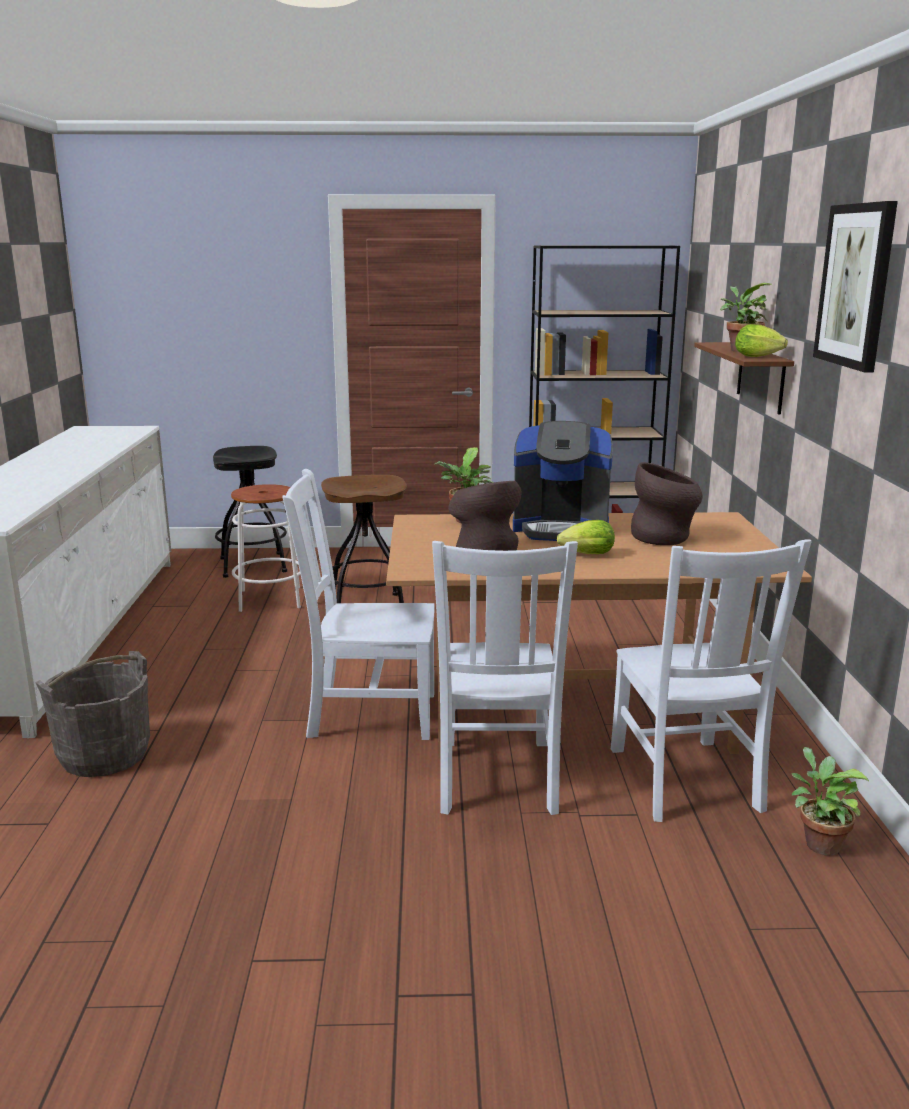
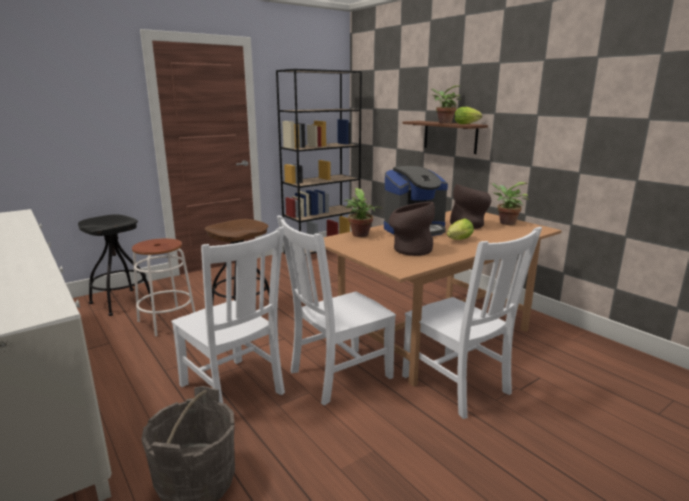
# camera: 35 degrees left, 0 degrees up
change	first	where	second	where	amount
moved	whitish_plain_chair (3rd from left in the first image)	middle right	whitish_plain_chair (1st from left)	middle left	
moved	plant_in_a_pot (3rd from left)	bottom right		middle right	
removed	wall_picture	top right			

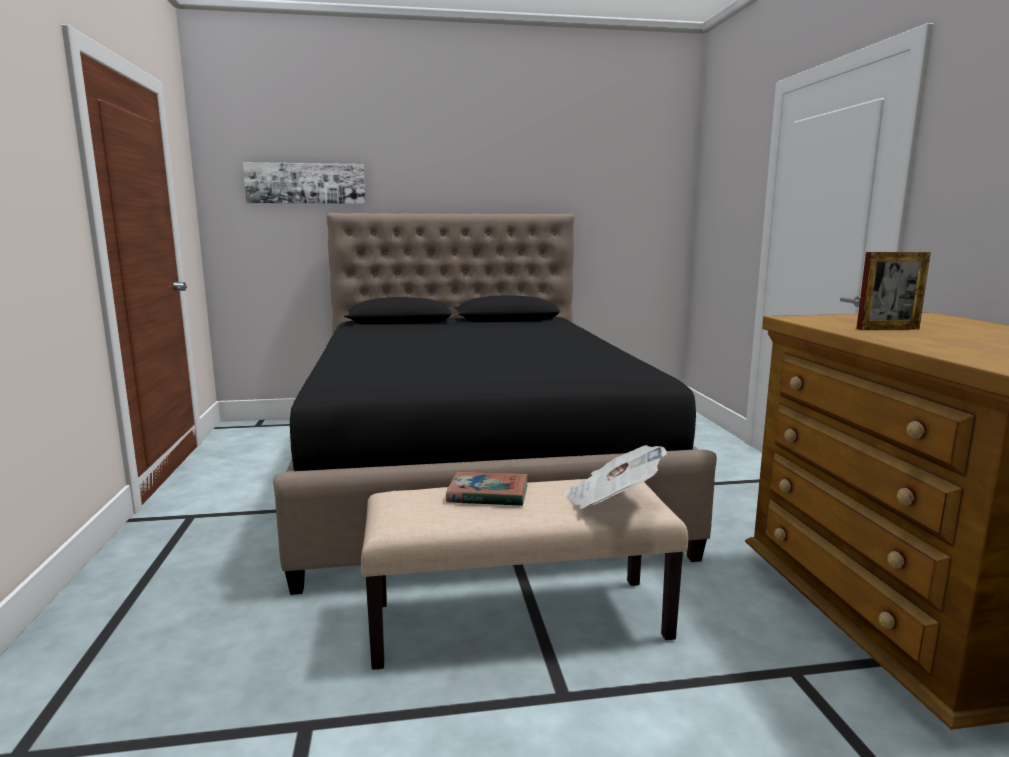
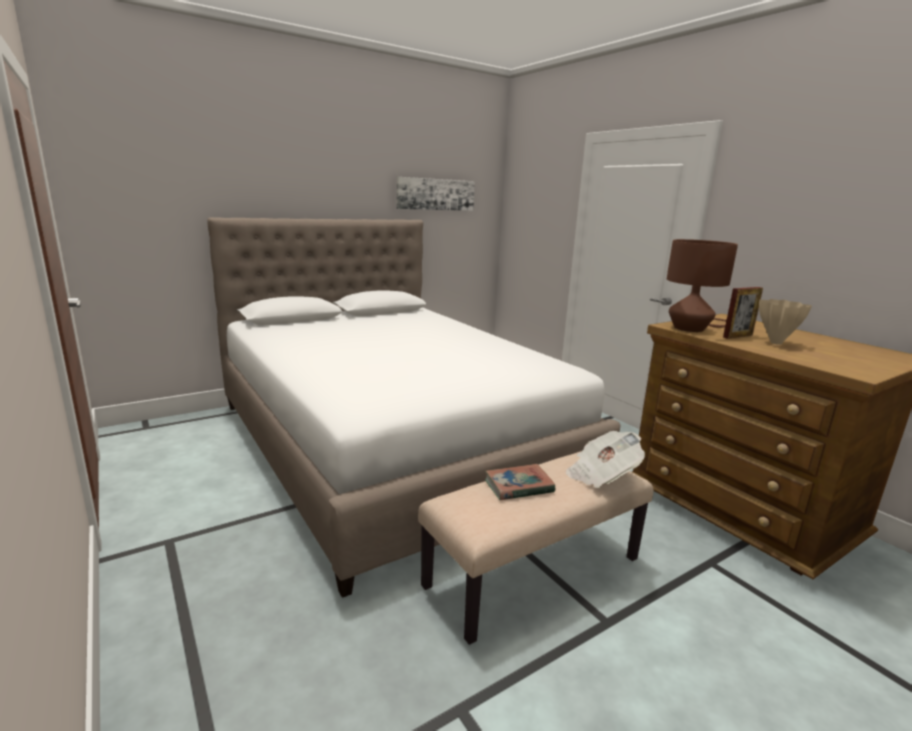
# camera: 25 degrees left, 5 degrees up
change	first	where	second	where	amount
moved	wall_picture	top left		top centre	
recoloured	black_sleeping_bed	centre	whitish_sleeping_bed	centre	
added			brownish_lamp_for_a_table	middle right	
added			sand-coloured_flower_vase	middle right	

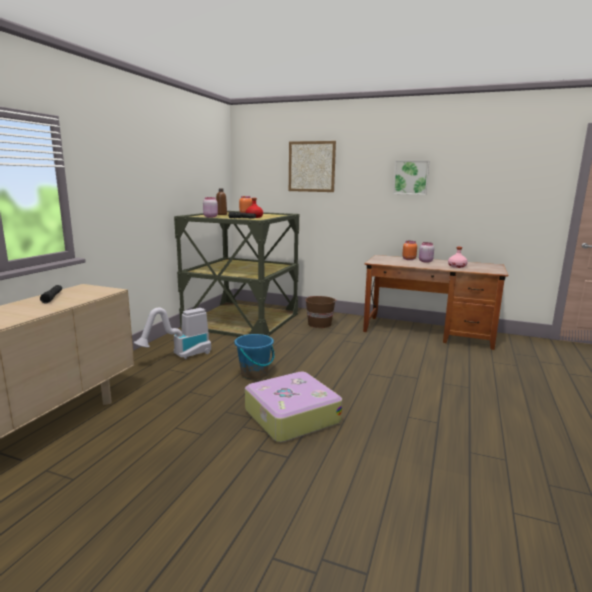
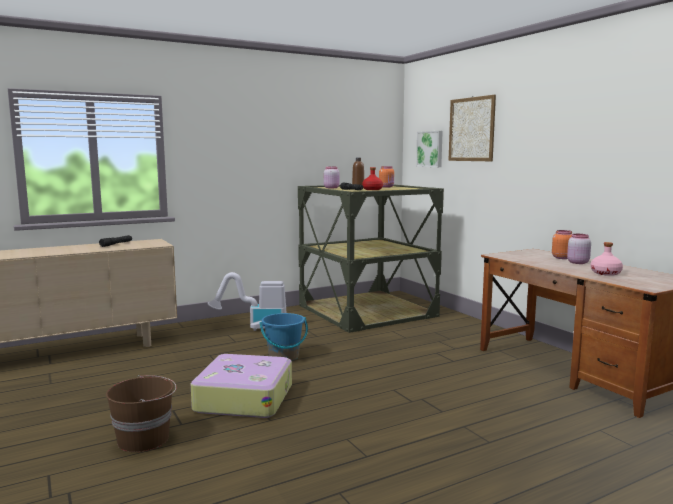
# camera: 40 degrees right, 5 degrees down
change	first	where	second	where	amount
moved	brownish_pail	centre		bottom left	
moved	wall_picture (2nd from left in the first image)	top right	wall_picture (1st from left)	top centre	

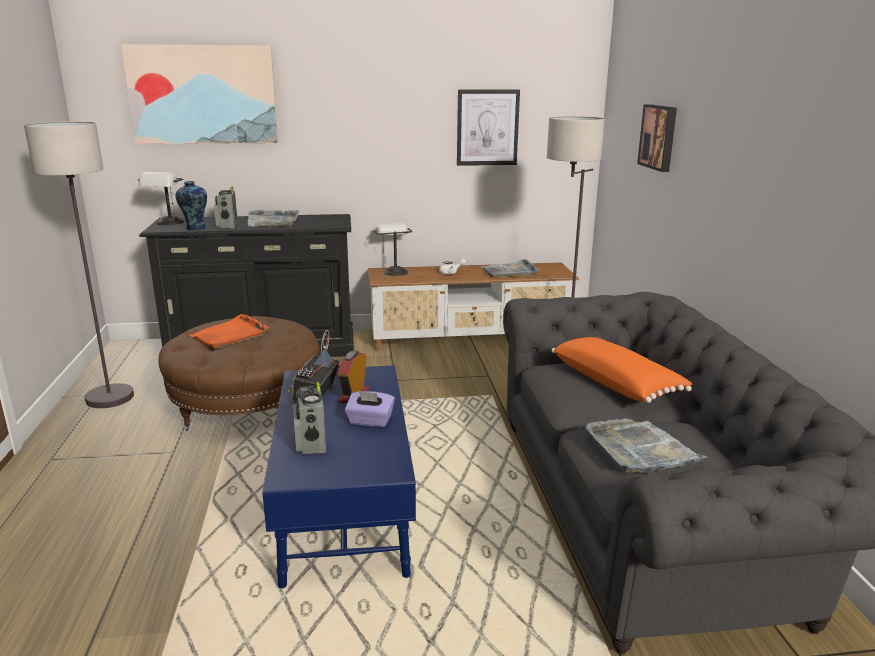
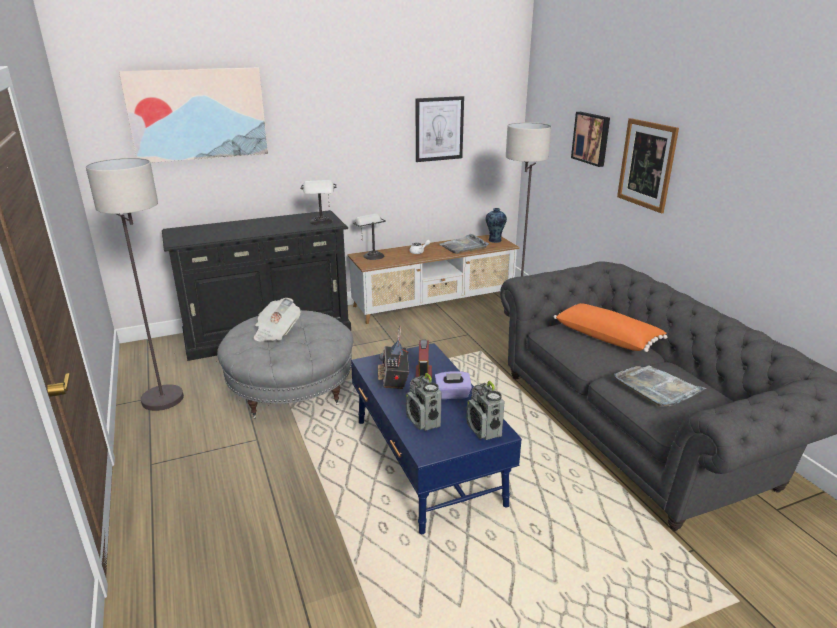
# camera: 15 degrees left, 5 degrees up
change	first	where	second	where	amount
moved	lamp_for_a_table (1st from left)	top left		top centre	
recoloured	brownish_pouffe	middle left	grey_pouffe	centre	
moved	flower_vase	top left		centre	
replaced	orangey_serving_tray	middle left	newspaper	middle left	
moved	radio_set (1st from left in the first image)	top left	radio_set (3rd from left)	centre	
removed	grey_serving_tray (1st from left)	top left			
added			wall_picture (4th from left)	top right	

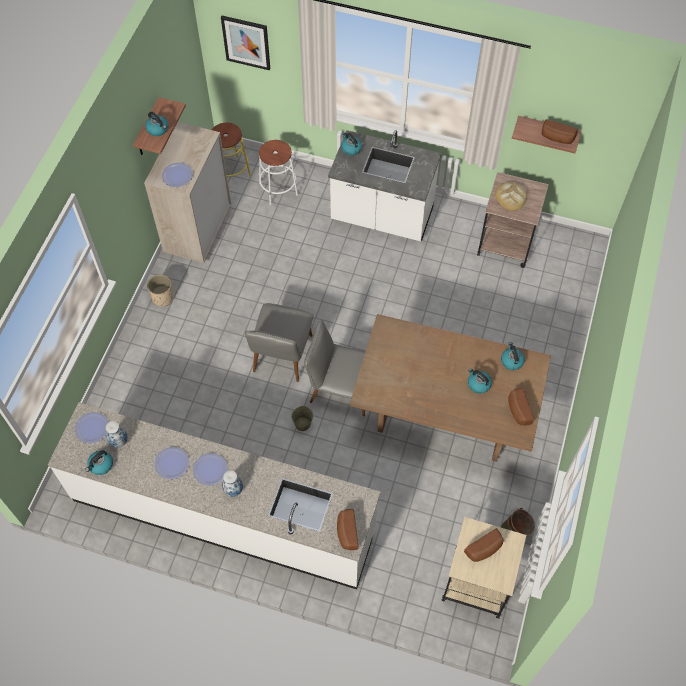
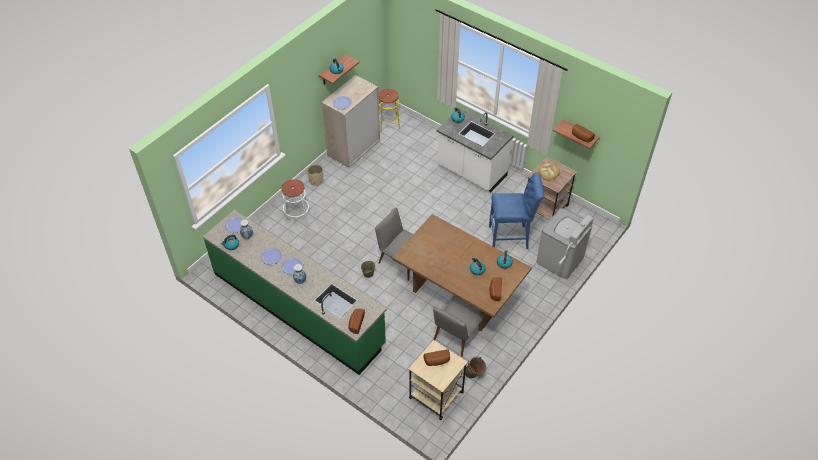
# camera: 20 degrees right, 10 degrees down
change	first	where	second	where	amount
recoloured	whitish_kitchen_counter (1st from left)	bottom left	green-coloured_kitchen_counter	centre	
removed	wall_picture	top centre			
moved	grey_plain_chair (1st from left in the first image)	centre	grey_plain_chair (2nd from left)	bottom centre	
moved	whitish_stool	top centre		centre	
added			bluish_stool	centre	
added			grey_washing_machine	middle right	

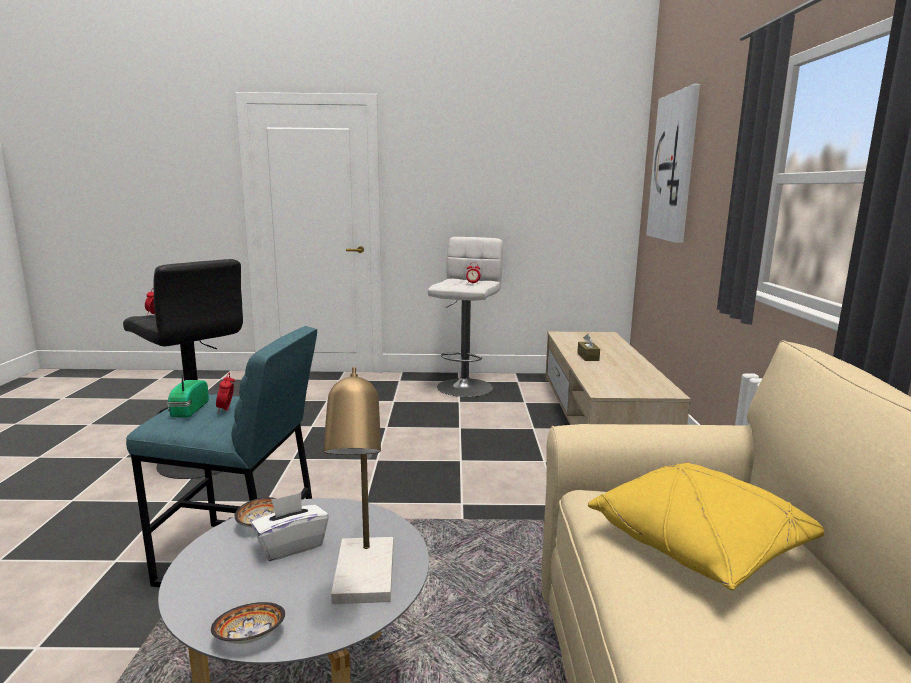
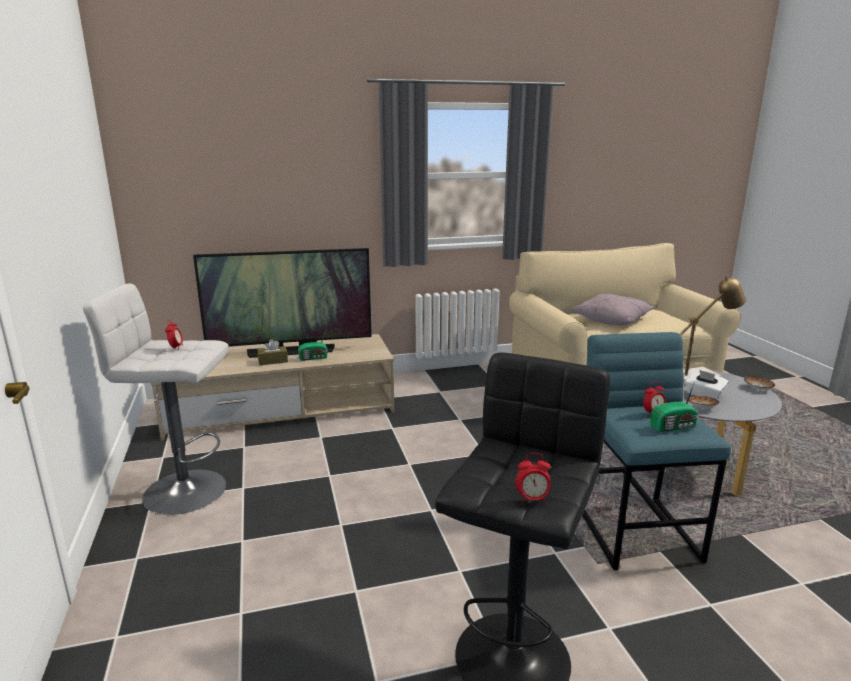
# camera: 105 degrees left, 5 degrees up
change	first	where	second	where	amount
recoloured	yellow_cushion	bottom right	purple-coloured_cushion	middle right	
removed	wall_picture	top right			
added			television	middle left	
added			radio_set (1st from left)	centre	

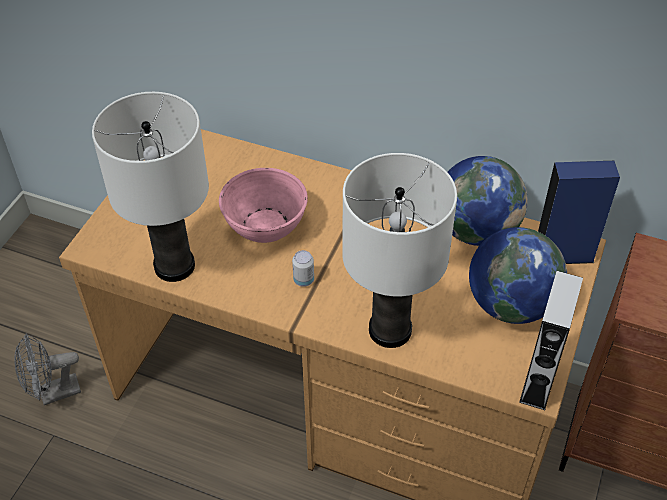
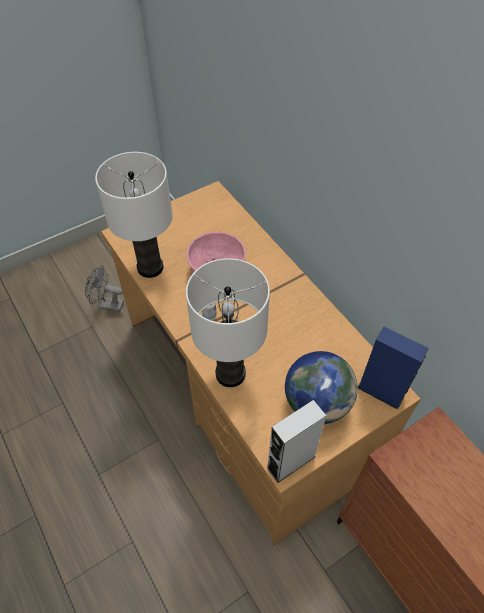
# camera: 35 degrees right, 5 degrees up
change	first	where	second	where	amount
removed	desk_globe (1st from left)	middle right			

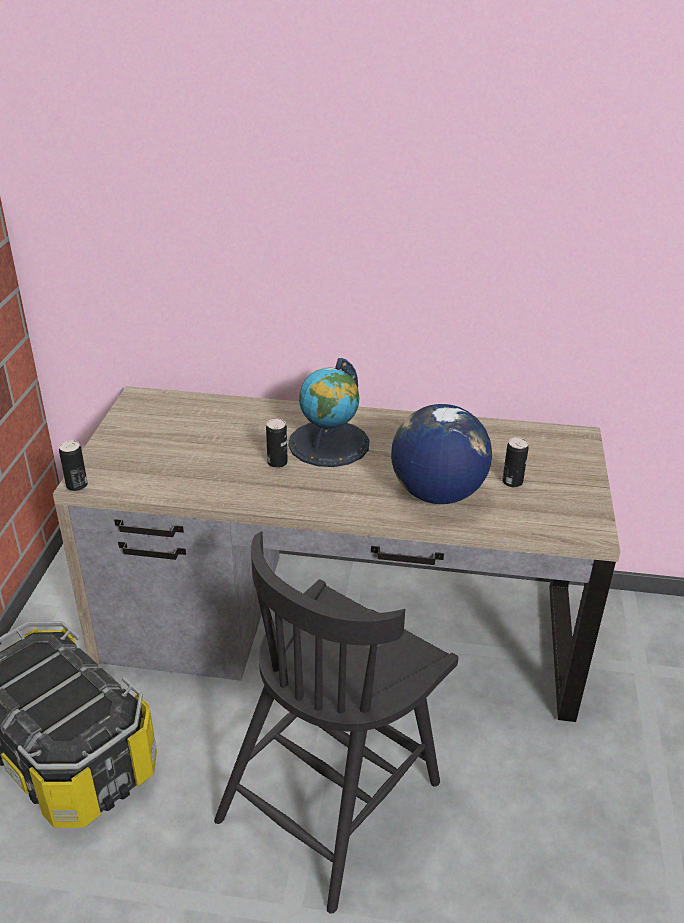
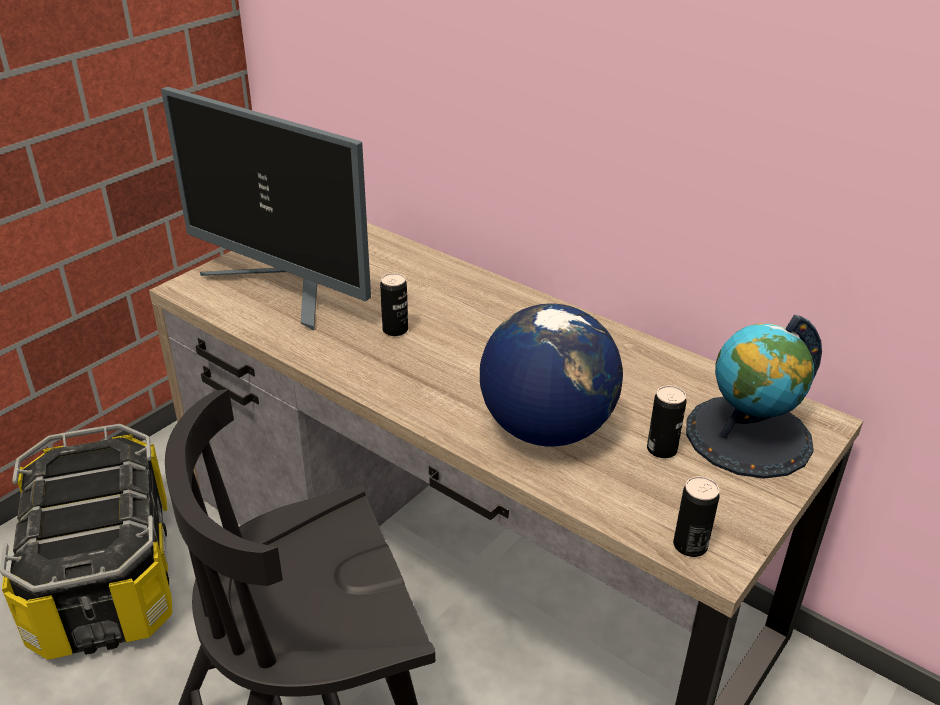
# camera: 30 degrees right, 0 degrees up
change	first	where	second	where	amount
moved	metal_can (1st from left in the first image)	middle left	metal_can (3rd from left)	bottom right	
moved	desk_globe (1st from left in the first image)	centre	desk_globe (2nd from left)	middle right	
added			monitor	top left	

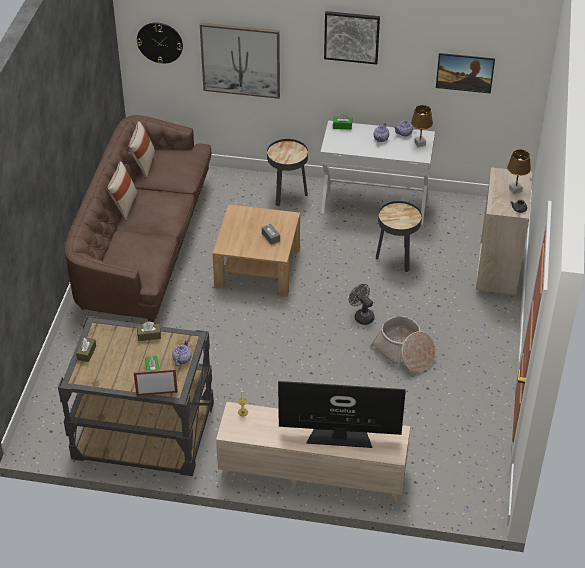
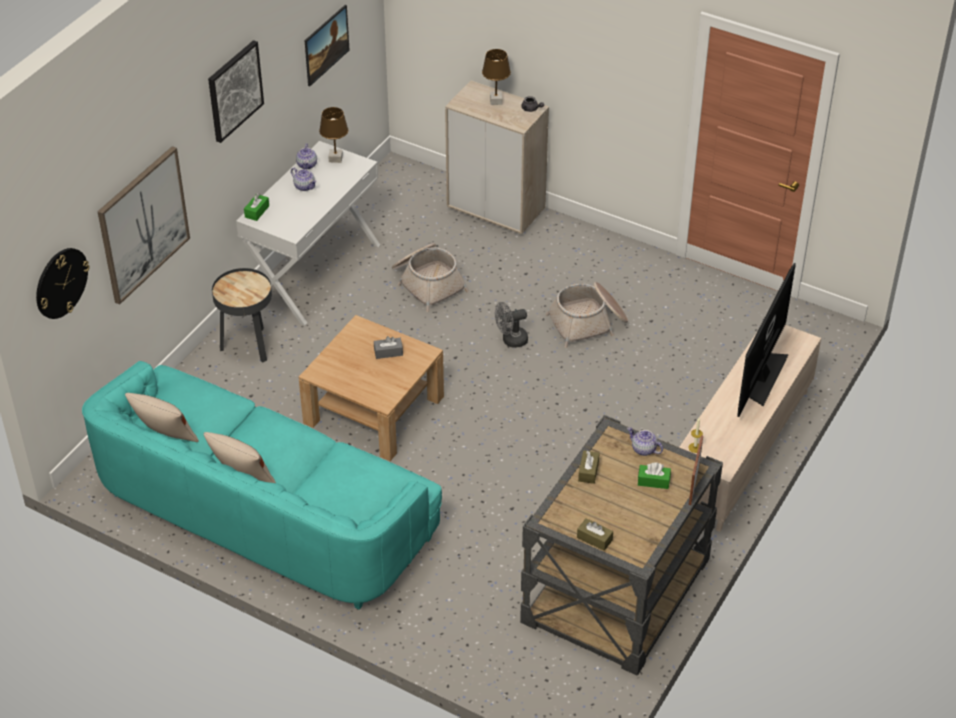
# camera: 70 degrees left, 0 degrees up
change	first	where	second	where	amount
recoloured	brownish_couch	middle left	turquoise-coloured_couch	bottom left	
replaced	black_end_table (2nd from left)	middle right	storage_basket (1st from left)	centre	

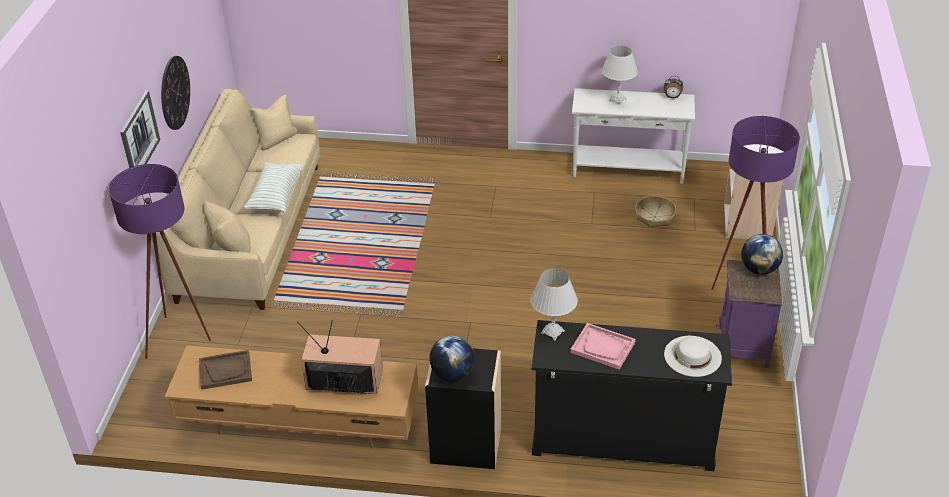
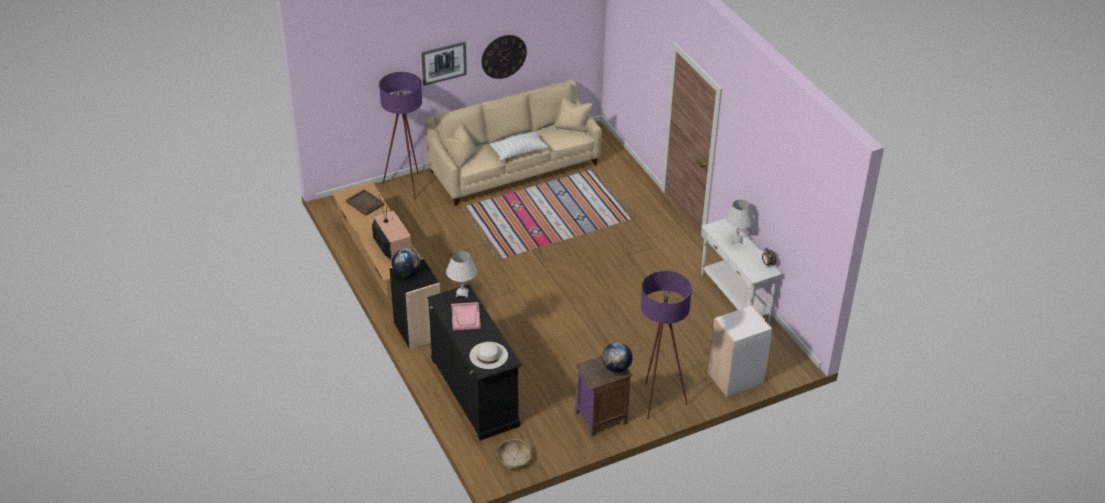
# camera: 55 degrees right, 0 degrees up
change	first	where	second	where	amount
moved	storage_basket	middle right		bottom centre	

